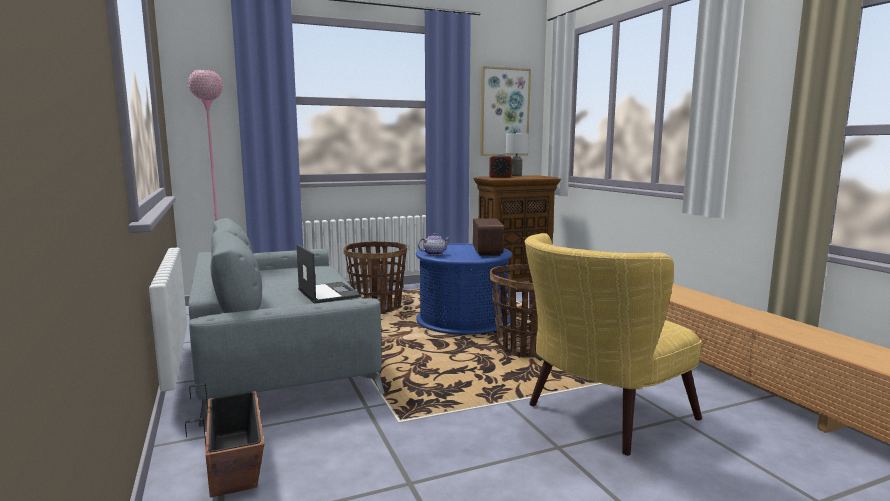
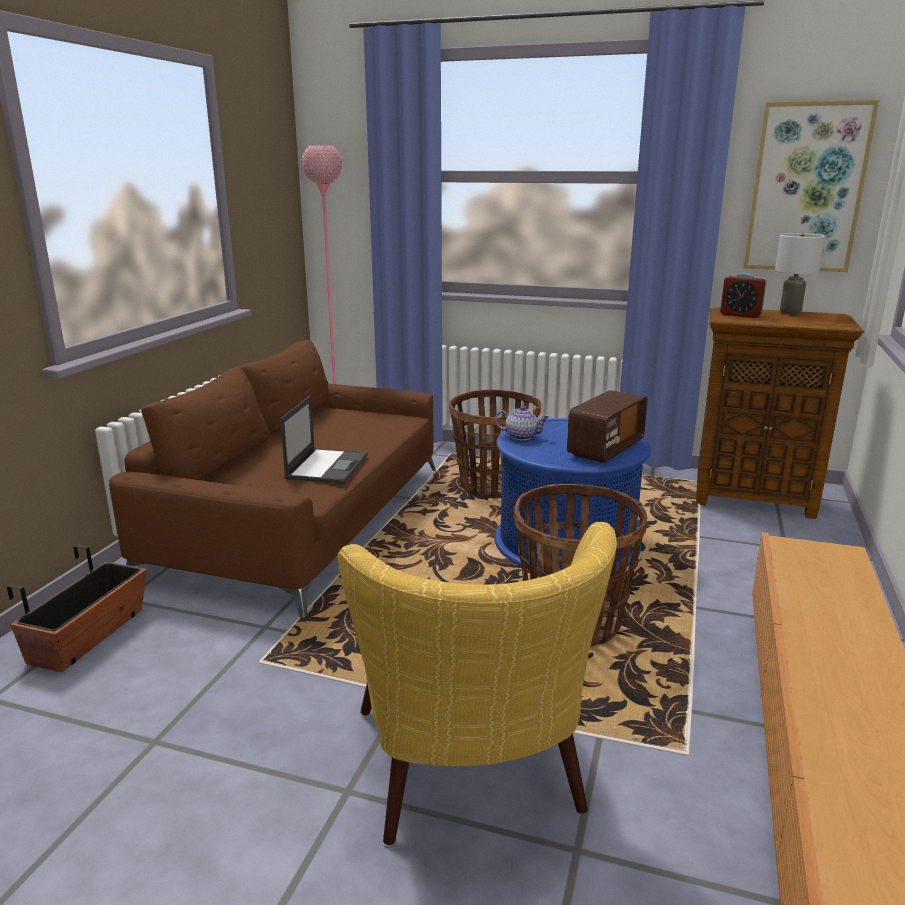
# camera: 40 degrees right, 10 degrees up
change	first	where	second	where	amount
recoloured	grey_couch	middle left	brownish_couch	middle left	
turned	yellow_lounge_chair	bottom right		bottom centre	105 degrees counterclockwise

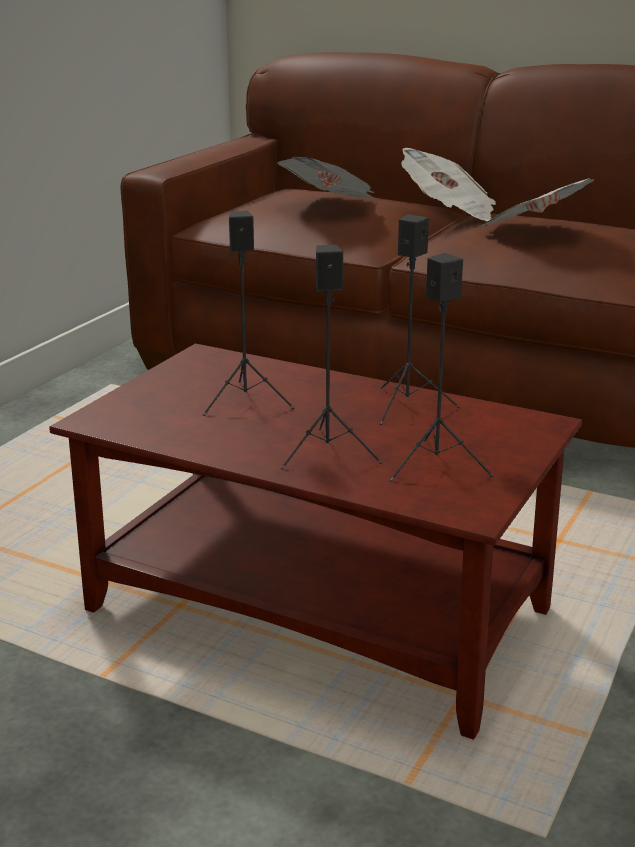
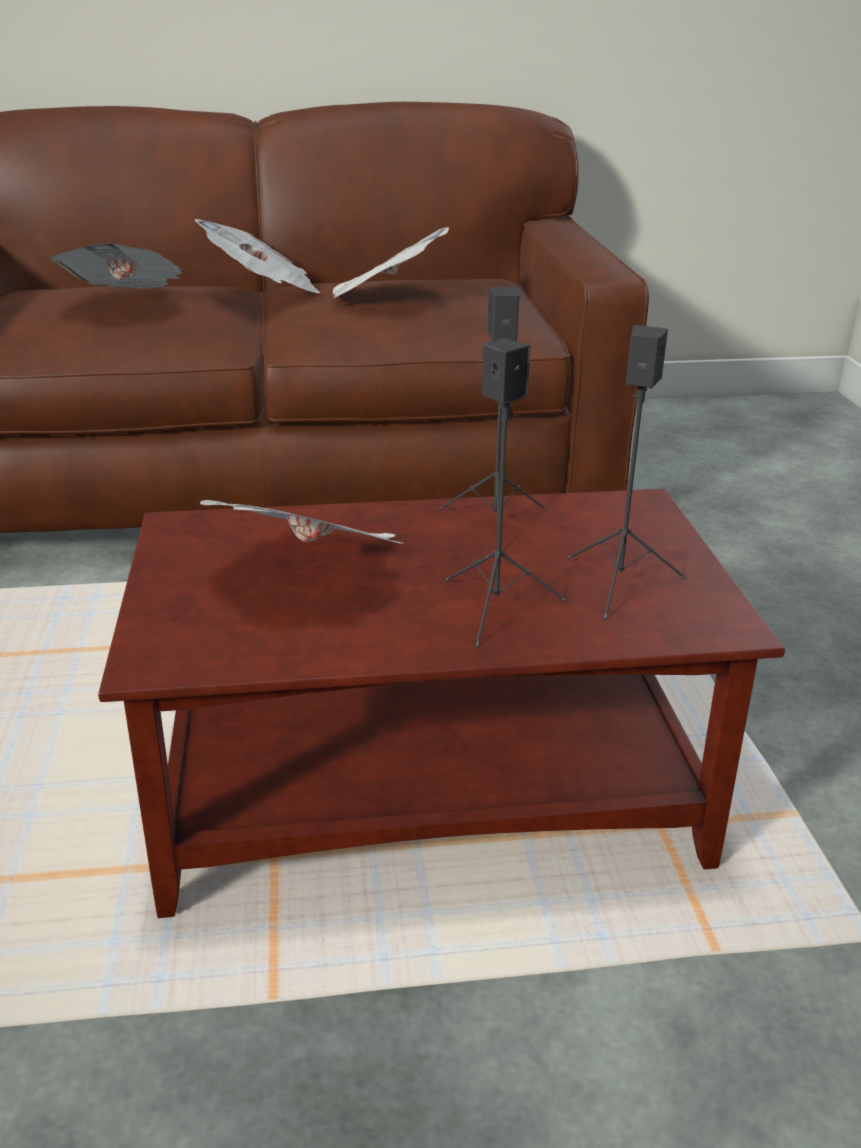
# camera: 35 degrees left, 5 degrees up
change	first	where	second	where	amount
replaced	black_loudspeaker (1st from left)	centre	newspaper (3rd from left)	centre	

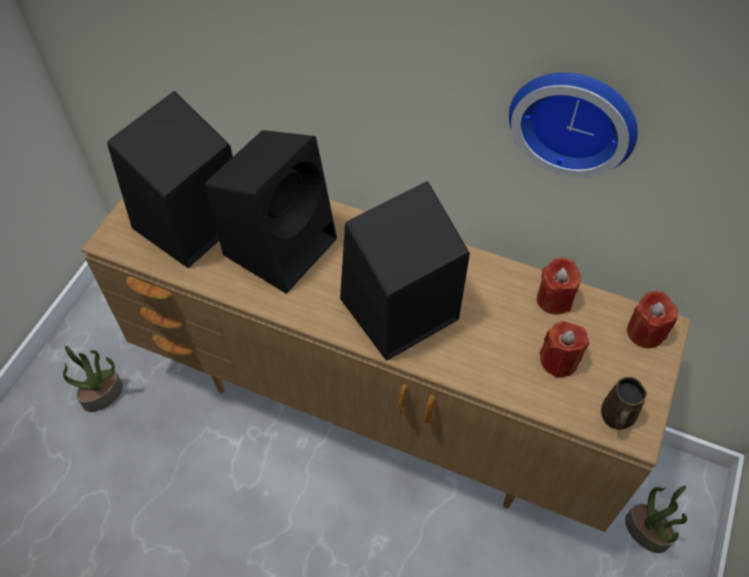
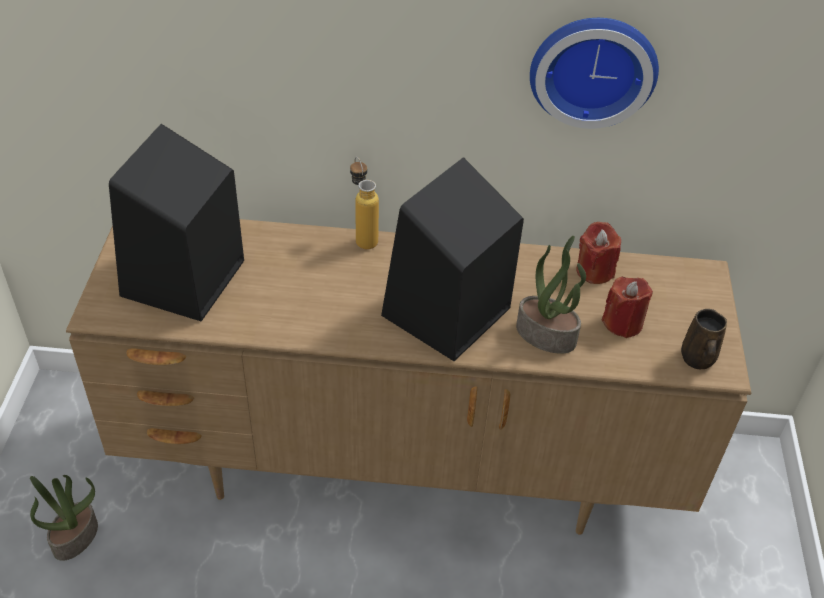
# camera: 20 degrees left, 10 degrees down
change	first	where	second	where	amount
removed	black_loudspeaker (2nd from left)	centre			
moved	plant_in_a_pot (2nd from left)	bottom right		middle right	
removed	reddish_wax_light (3rd from left)	middle right			
added			bottle	centre	

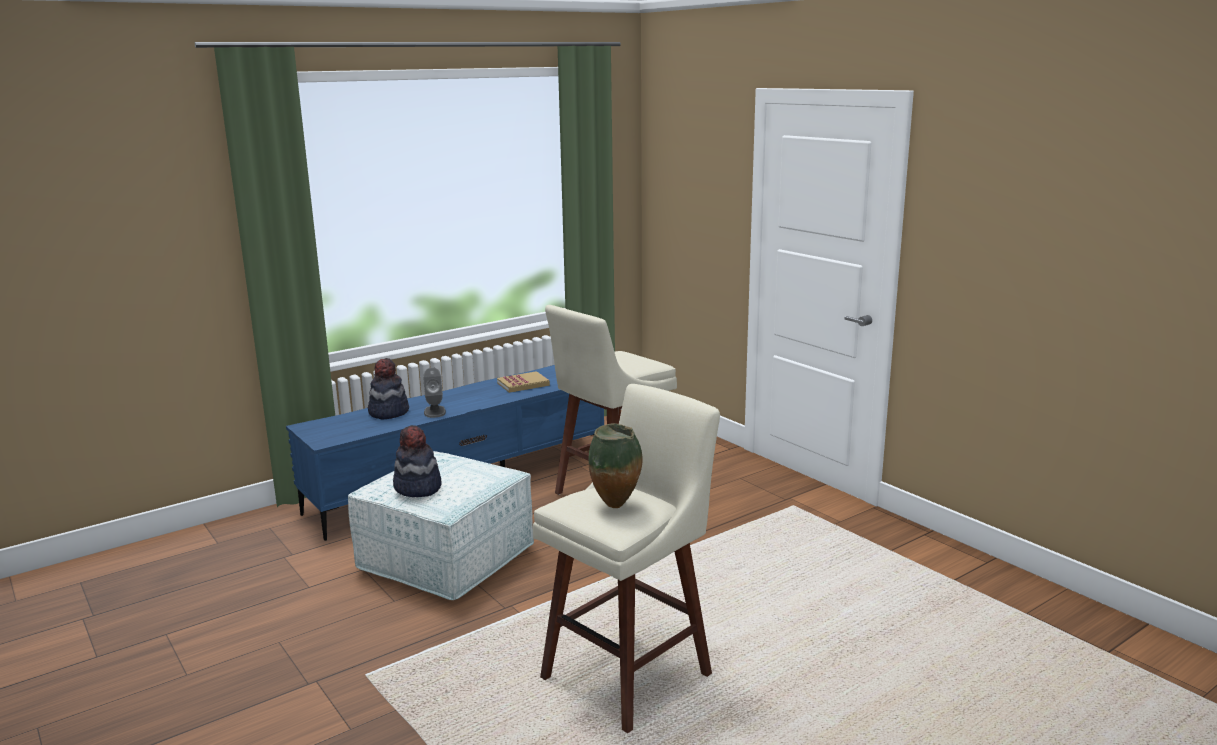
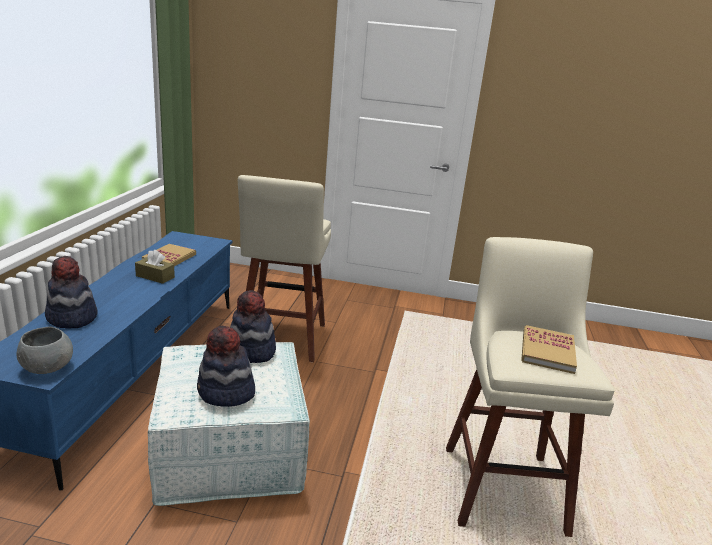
# camera: 45 degrees left, 5 degrees up
change	first	where	second	where	amount
removed	grey_loudspeaker	centre			
replaced	flower_vase	centre	bound_book (2nd from left)	middle right	
added			grey_serving_bowl	middle left	
added			brownish_tissue_holder	middle left	
added			wearable_hat (3rd from left)	centre	

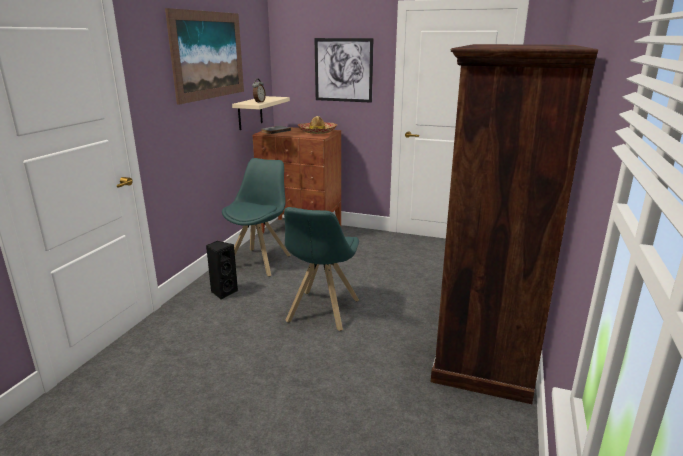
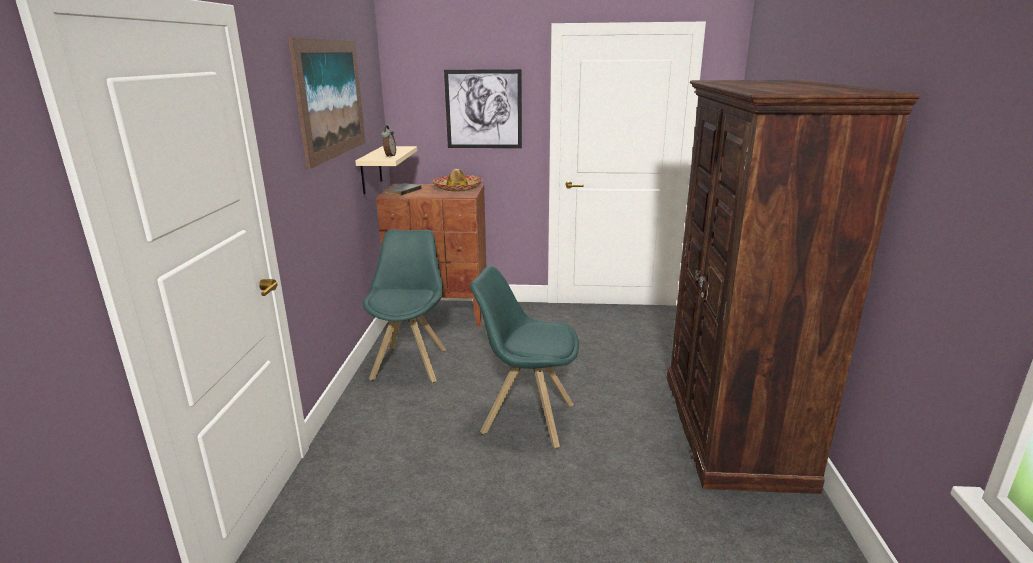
# camera: 15 degrees left, 0 degrees up
change	first	where	second	where	amount
removed	black_loudspeaker	middle left			
turned	turquoise-coloured_plain_chair (2nd from left)	centre		centre	105 degrees clockwise

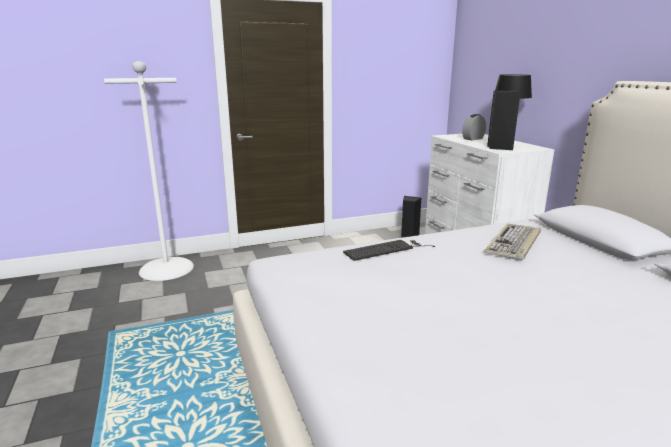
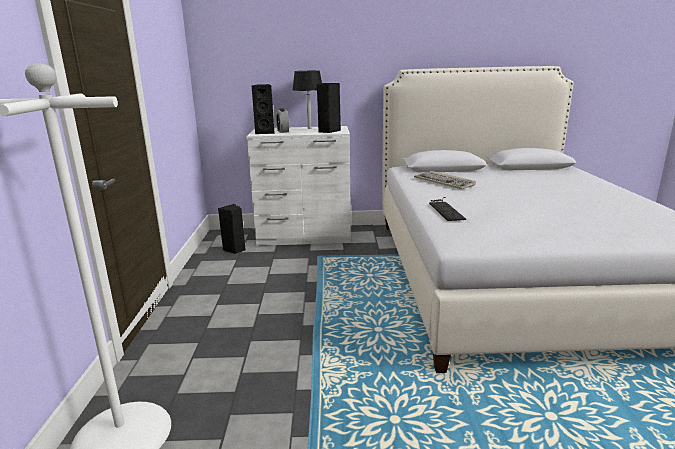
# camera: 70 degrees left, 0 degrees up
change	first	where	second	where	amount
added			black_loudspeaker (2nd from left)	top centre	

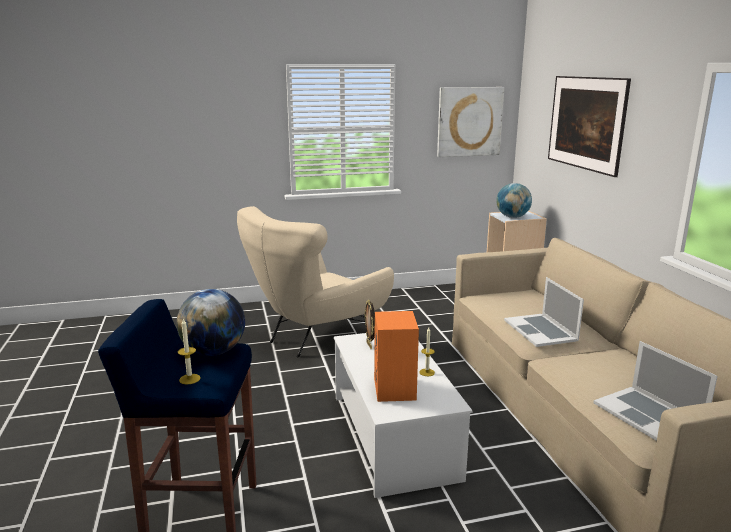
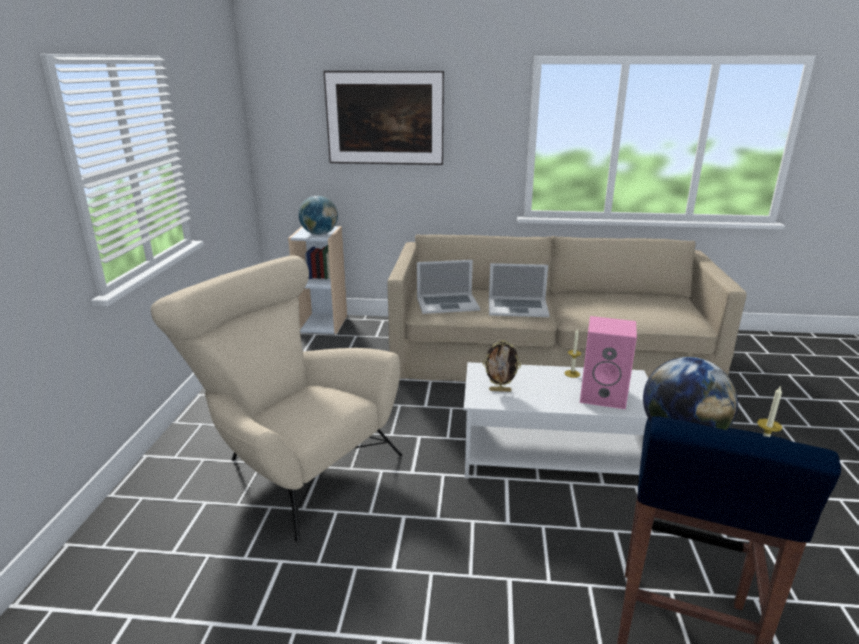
# camera: 70 degrees left, 5 degrees up
change	first	where	second	where	amount
turned	sand-coloured_lounge_chair	centre		middle left	150 degrees clockwise
recoloured	orangey_loudspeaker	bottom centre	pinkish_loudspeaker	middle right	
removed	wall_picture (1st from left)	top centre			
moved	portable_computer (2nd from left in the first image)	bottom right	portable_computer (1st from left)	centre	

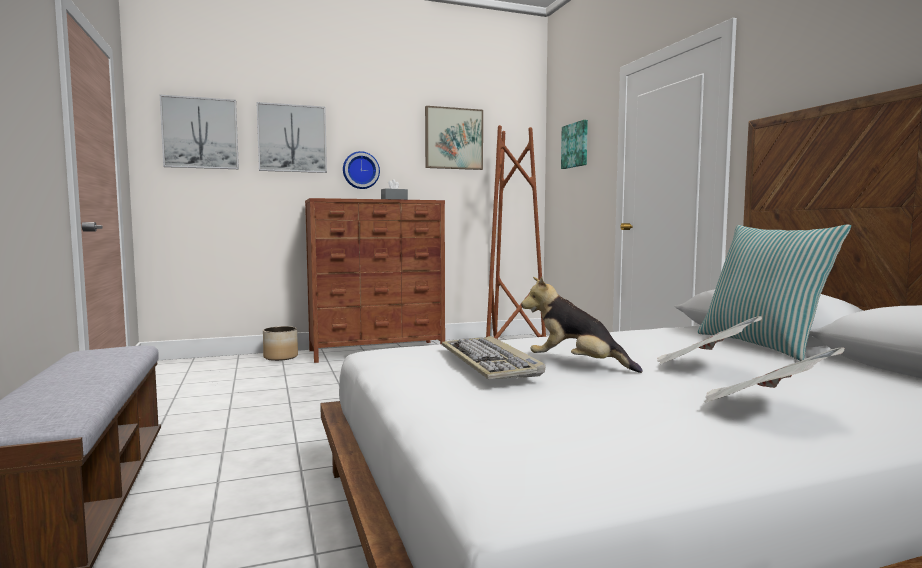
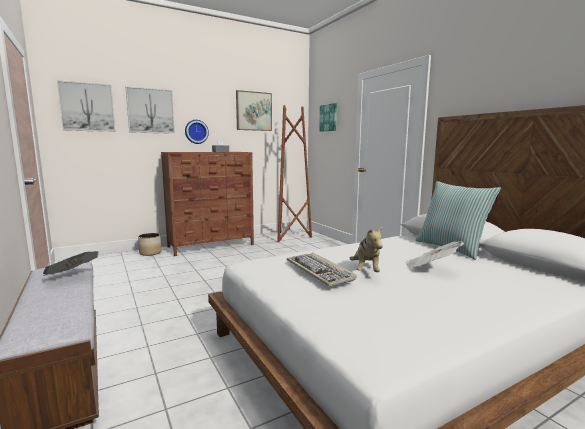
# camera: 10 degrees left, 5 degrees up
change	first	where	second	where	amount
turned	plush_toy	centre		centre	105 degrees counterclockwise
moved	newspaper (2nd from left in the first image)	middle right	newspaper (1st from left)	middle left	

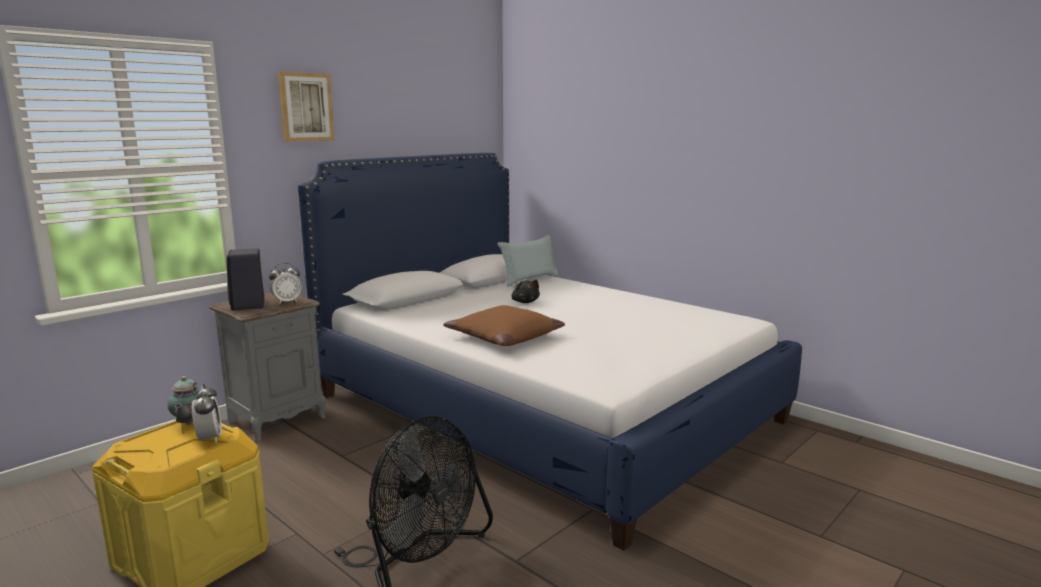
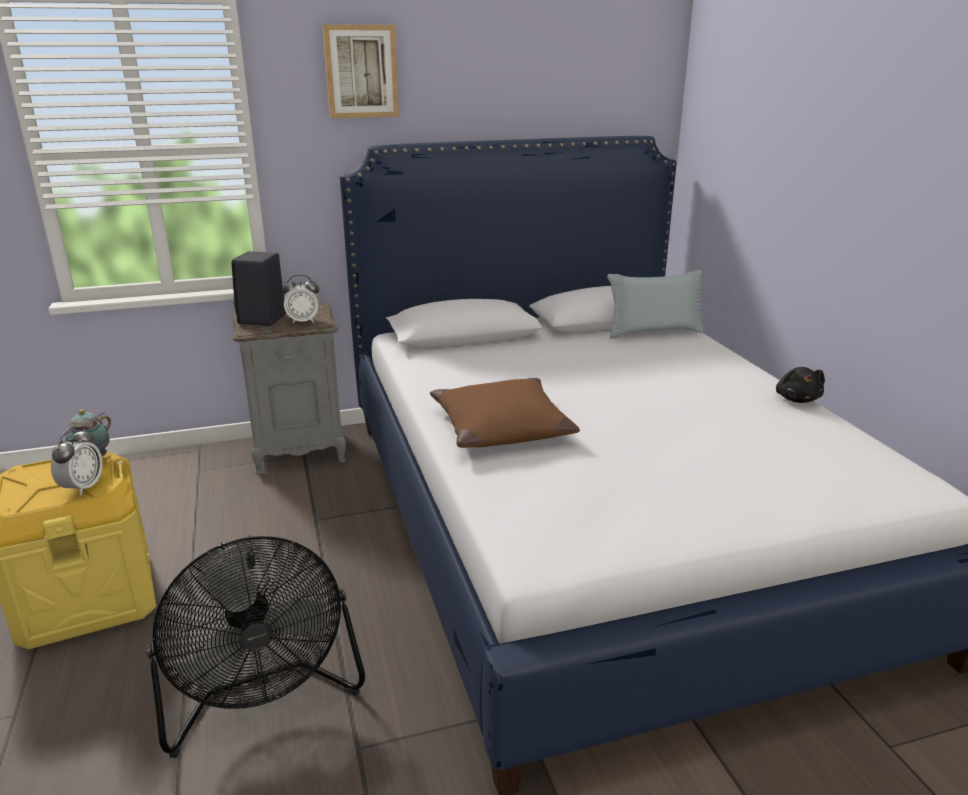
# camera: 30 degrees right, 10 degrees up
change	first	where	second	where	amount
moved	black_plush_toy	centre		middle right	

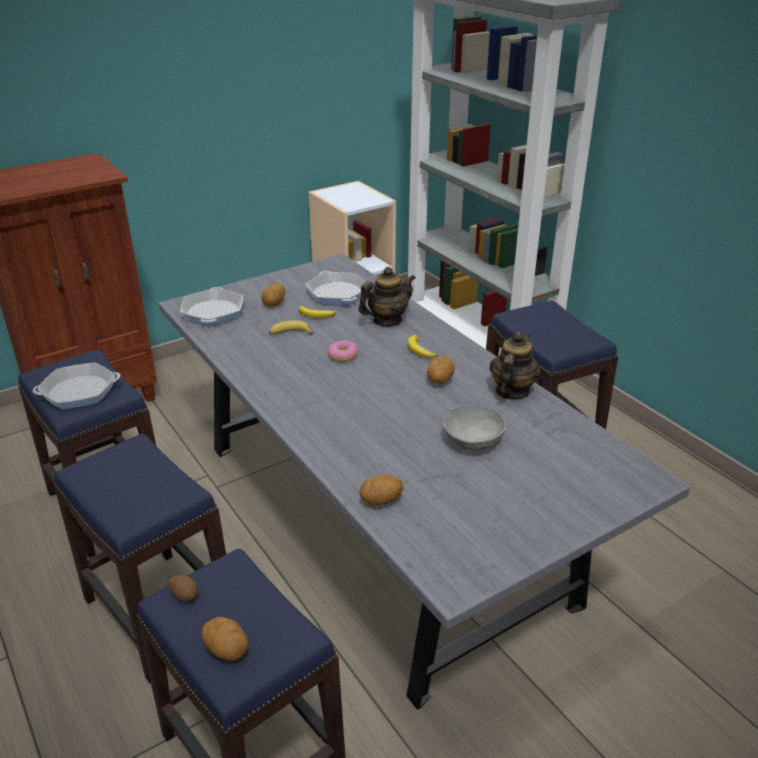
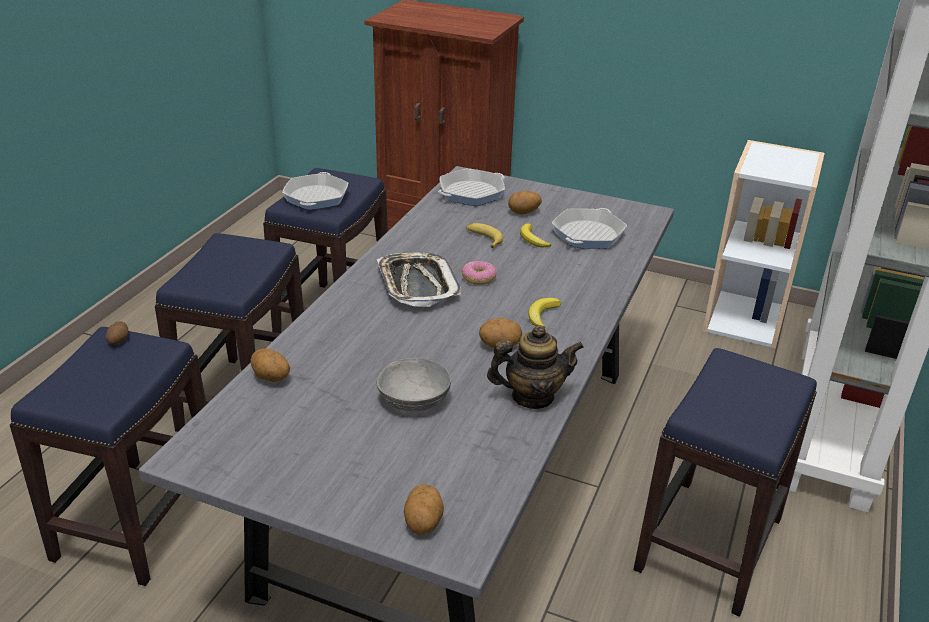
# camera: 55 degrees right, 0 degrees up
change	first	where	second	where	amount
turned	skillet (1st from left)	middle left		top centre	60 degrees clockwise
moved	spud (2nd from left in the first image)	bottom left	spud (3rd from left)	bottom centre	
removed	teapot (1st from left)	centre			
added			serving_tray	centre	

